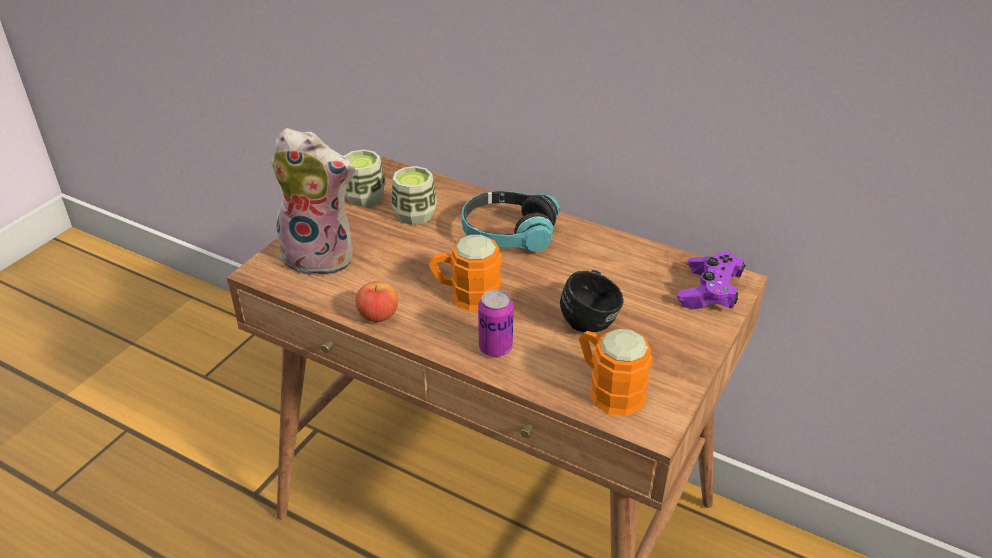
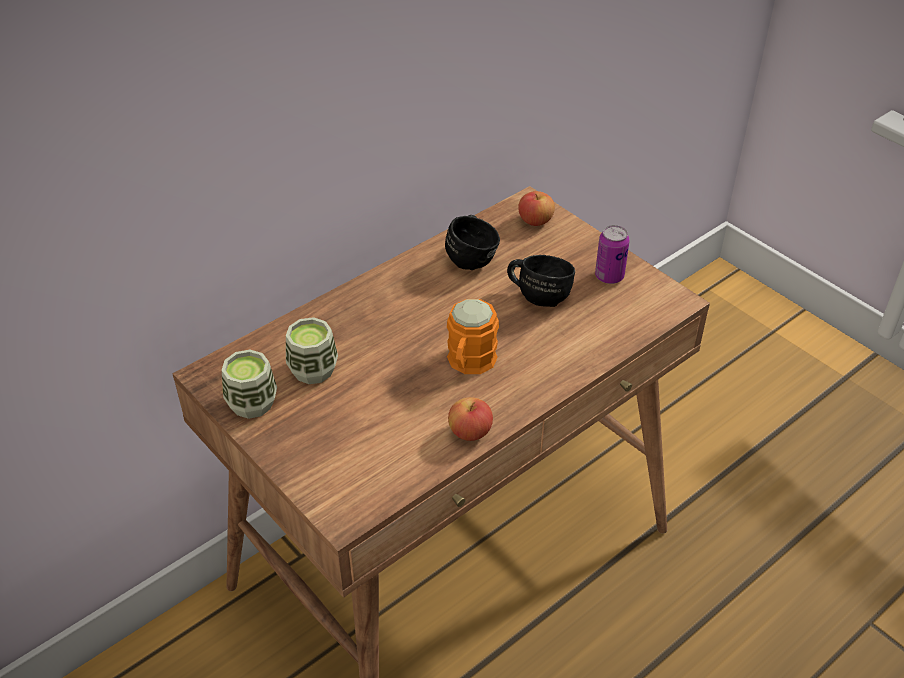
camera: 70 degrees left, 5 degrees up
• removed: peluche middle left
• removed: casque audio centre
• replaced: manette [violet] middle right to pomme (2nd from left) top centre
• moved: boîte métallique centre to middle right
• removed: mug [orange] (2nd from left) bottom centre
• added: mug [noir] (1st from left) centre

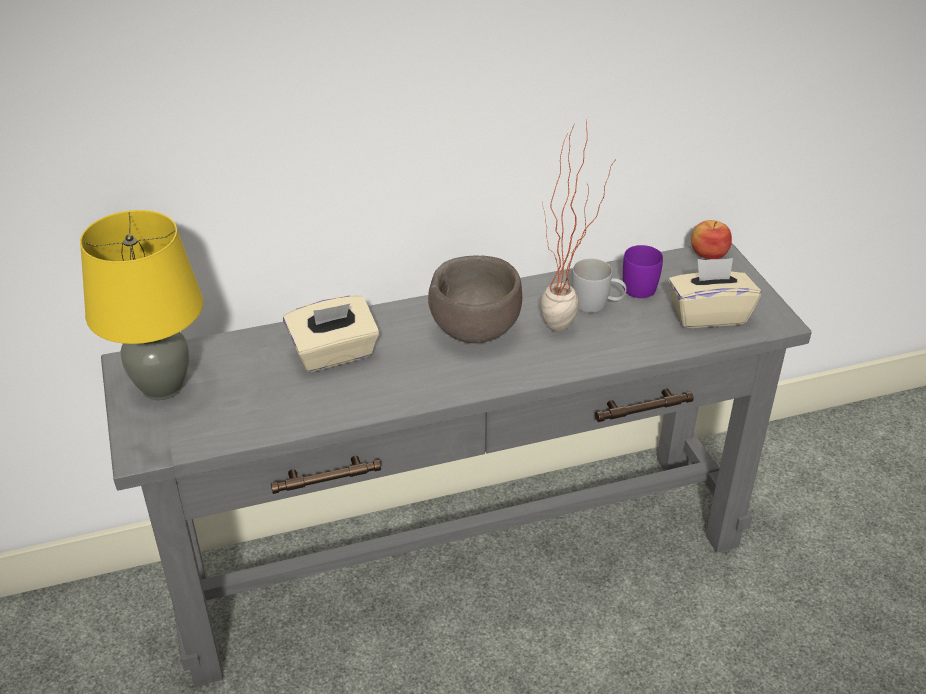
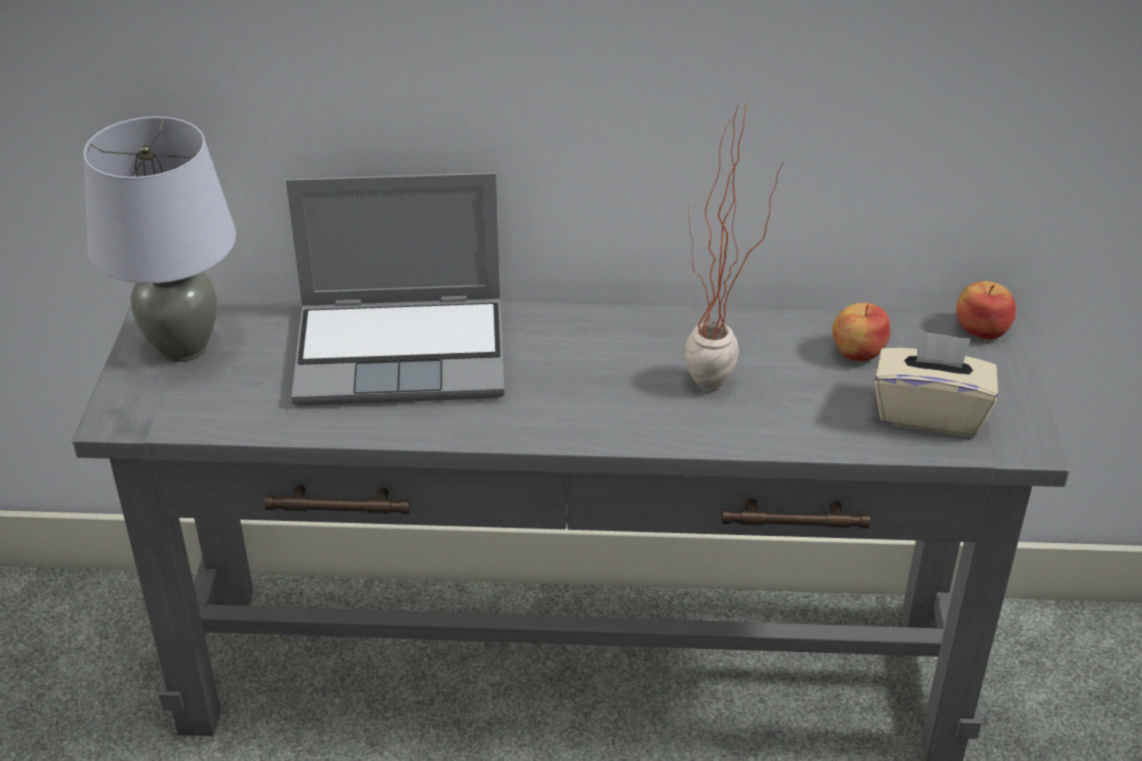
camera: 20 degrees right, 0 degrees up
• recoloured: lampe de table [jaune] middle left to lampe de table [gris] top left
• replaced: mug [violet] middle right to pomme (1st from left) middle right
• removed: bol [marron] centre
• removed: mug [blanc] centre
• replaced: boîte à mouchoirs [beige] (1st from left) centre to ordinateur portable centre

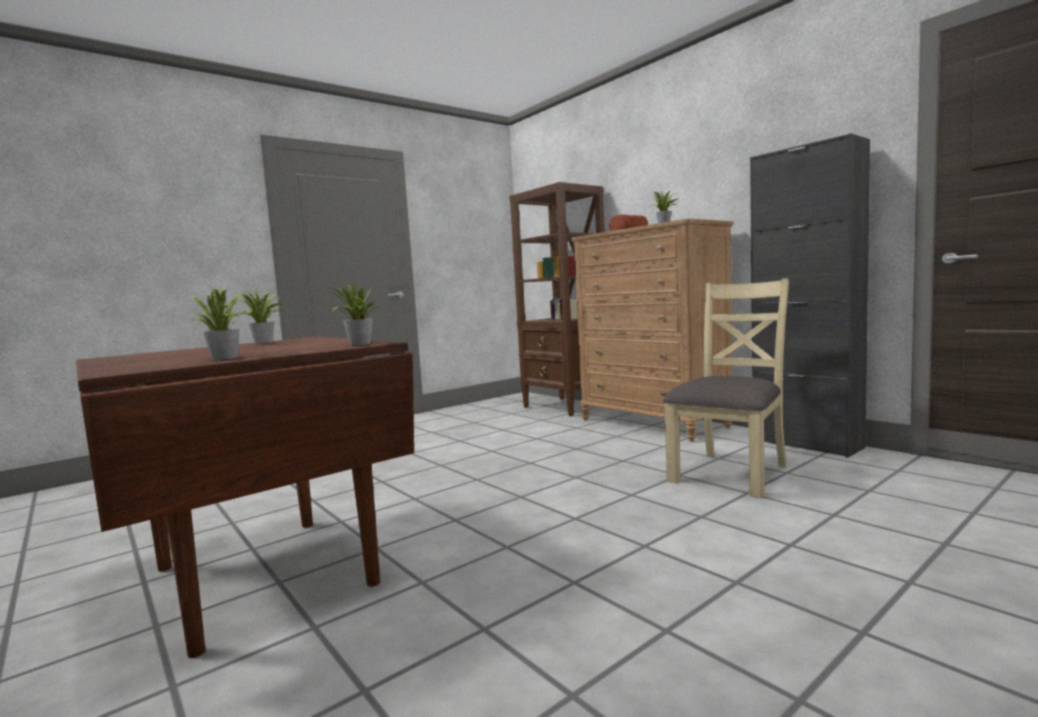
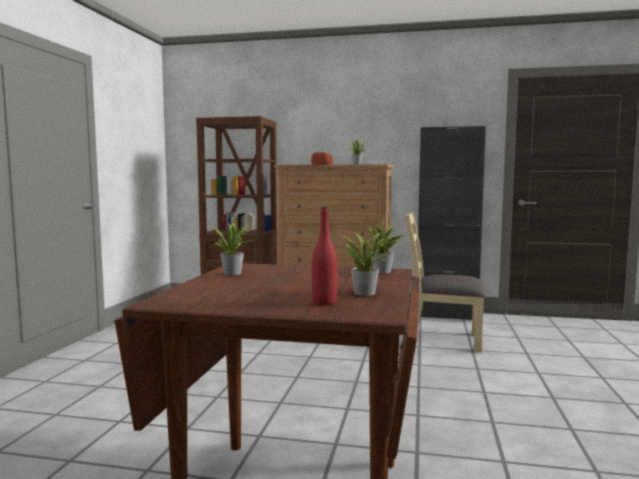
camera: 40 degrees left, 0 degrees up
• turned: chaise [beige] middle right = middle right 75 degrees counterclockwise
• added: bouteille [rouge] centre

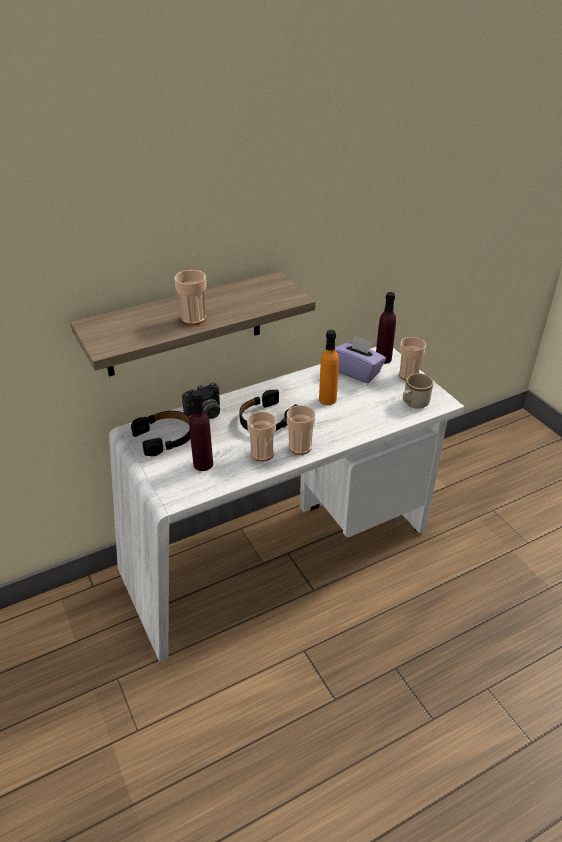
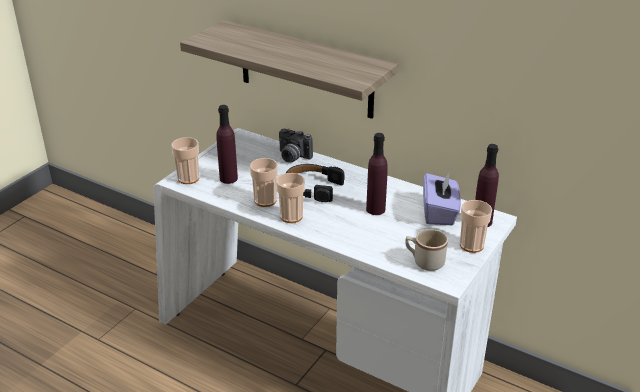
camera: 60 degrees right, 5 degrees down
• moved: tasse (1st from left) centre to middle left
• recoloured: bouteille [orange] centre to bouteille [violet] (2nd from left) centre
• removed: casque audio [noir] (1st from left) middle left

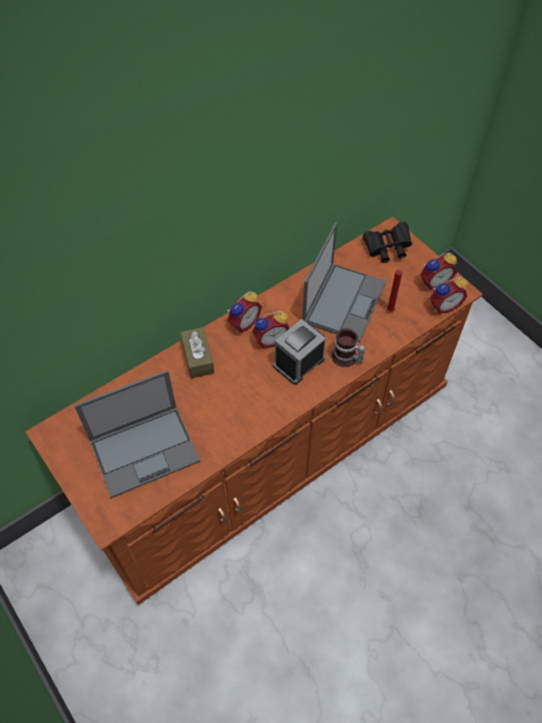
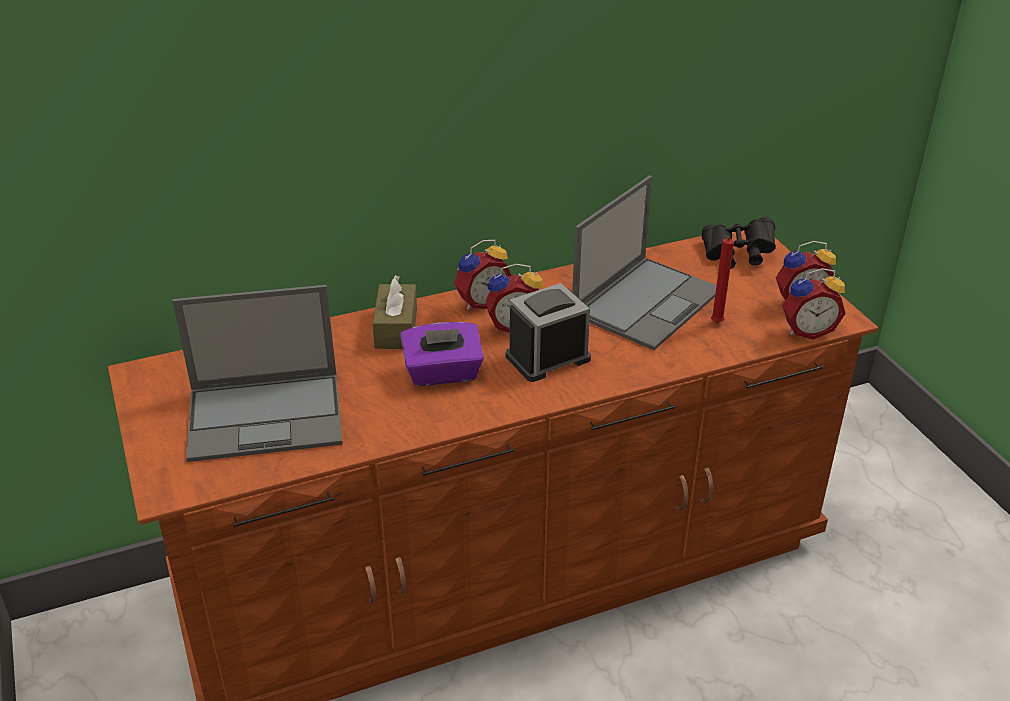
camera: 15 degrees right, 20 degrees down
• removed: mug centre
• added: boîte à mouchoirs [violet] centre

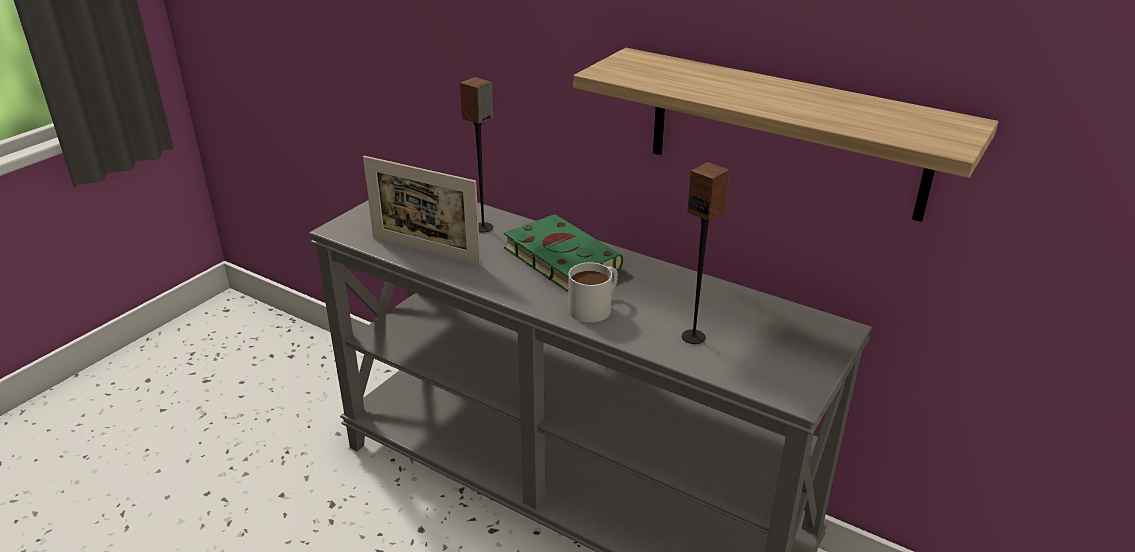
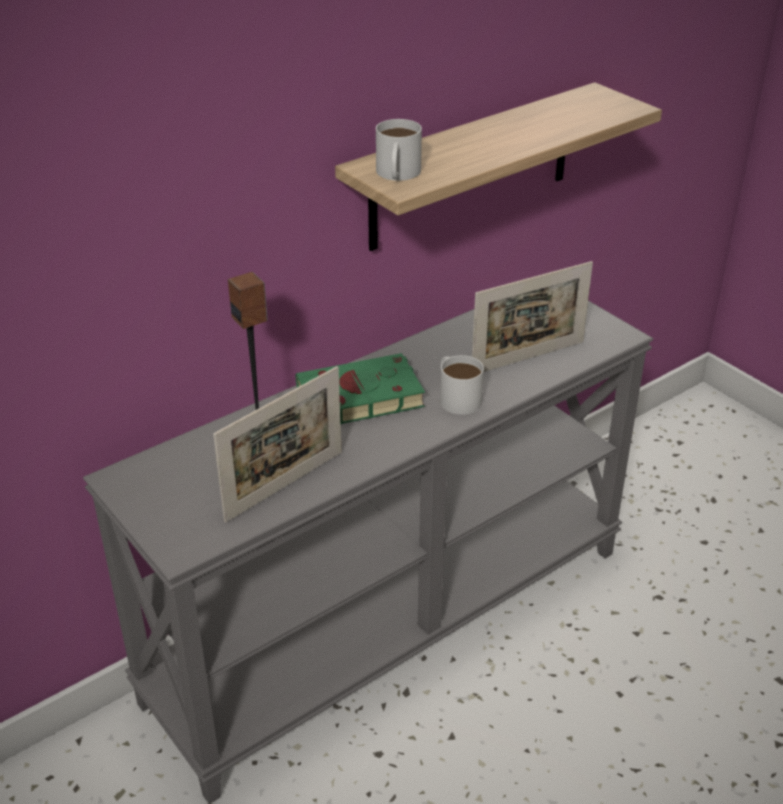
camera: 70 degrees left, 5 degrees up
• replaced: enceinte (2nd from left) centre to cadre photo (2nd from left) middle right
• added: mug [blanc] (1st from left) top centre

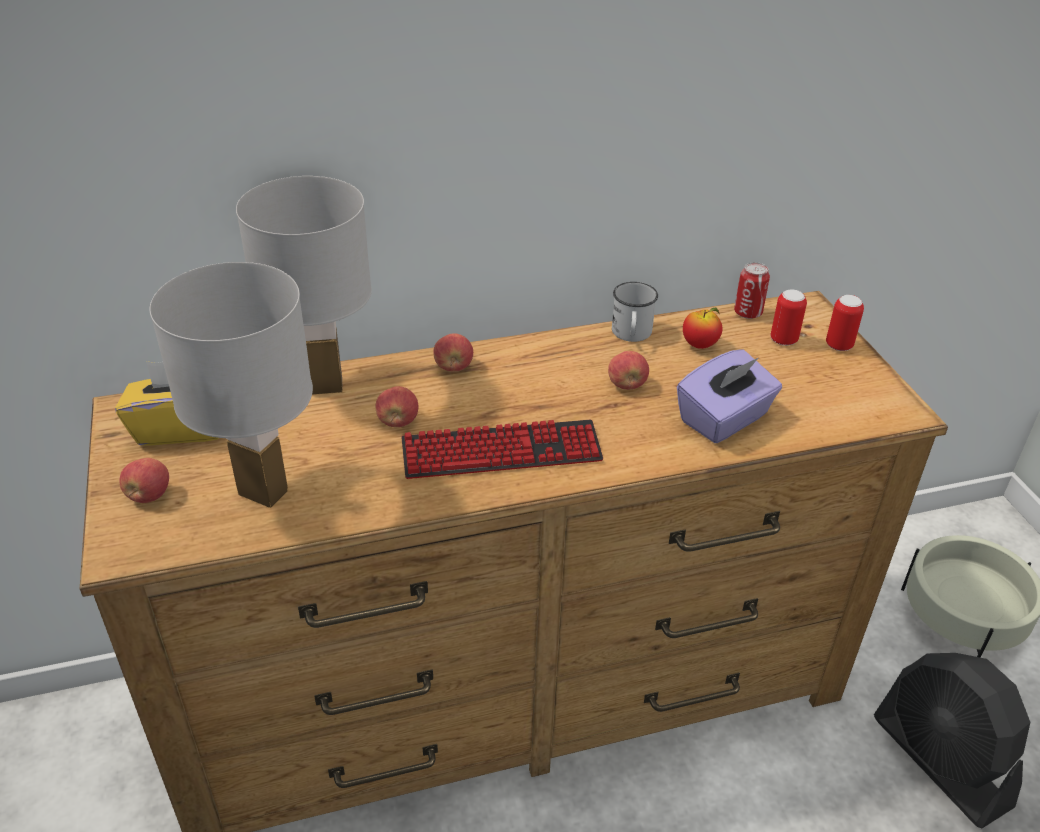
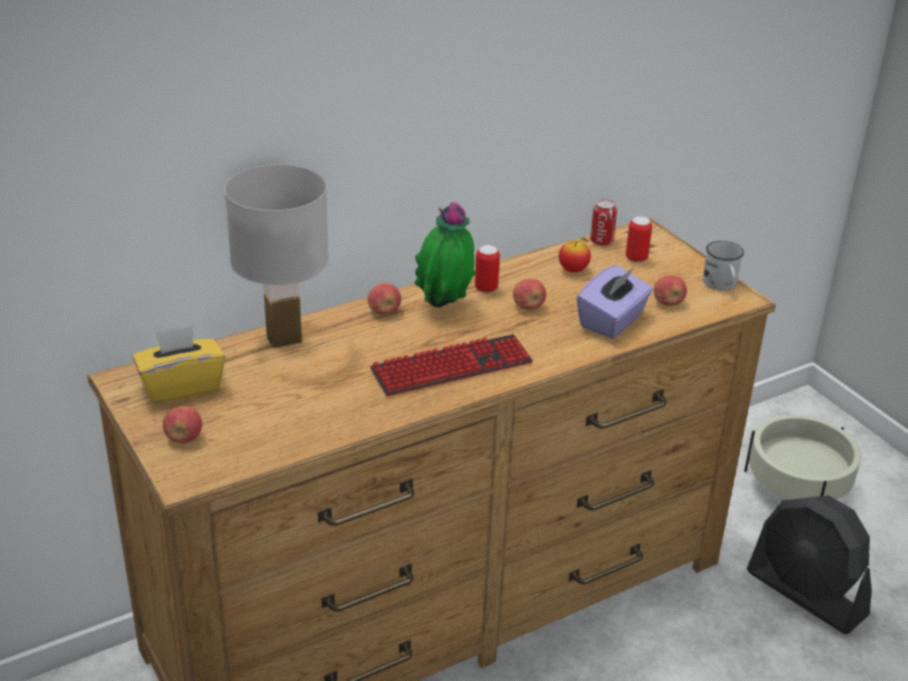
camera: 15 degrees left, 5 degrees down
• removed: lampe de table [blanc] (1st from left) middle left
• moved: mug [blanc] centre to middle right
• moved: boîte métallique (3rd from left in the first image) middle right to boîte métallique (1st from left) centre
• moved: pomme (2nd from left in the first image) centre to pomme (5th from left) middle right
• added: plante en pot centre

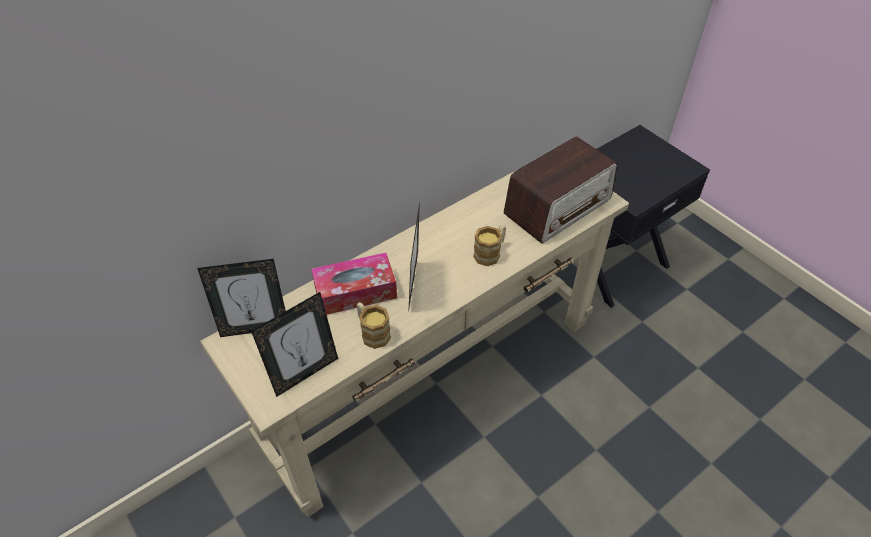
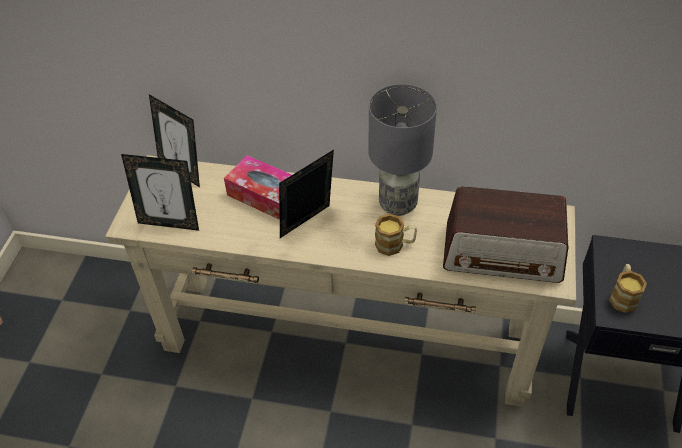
camera: 50 degrees right, 0 degrees up
• moved: mug (1st from left in the first image) centre to mug (2nd from left) middle right
• added: lampe de table [gris] centre

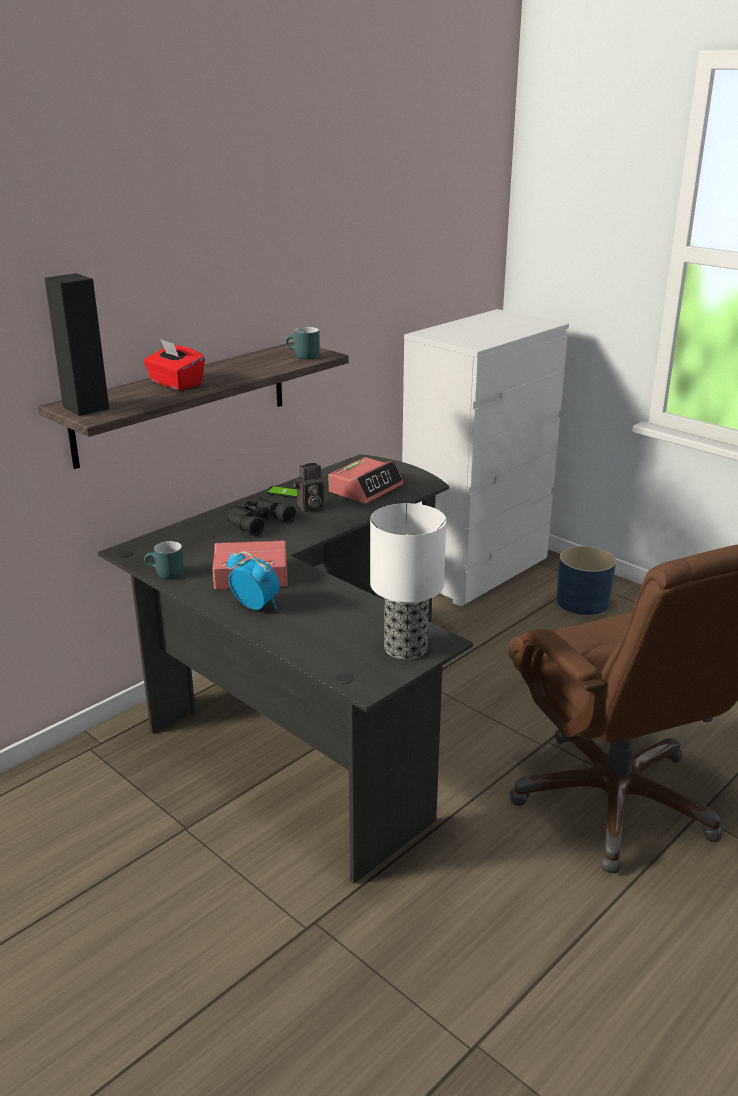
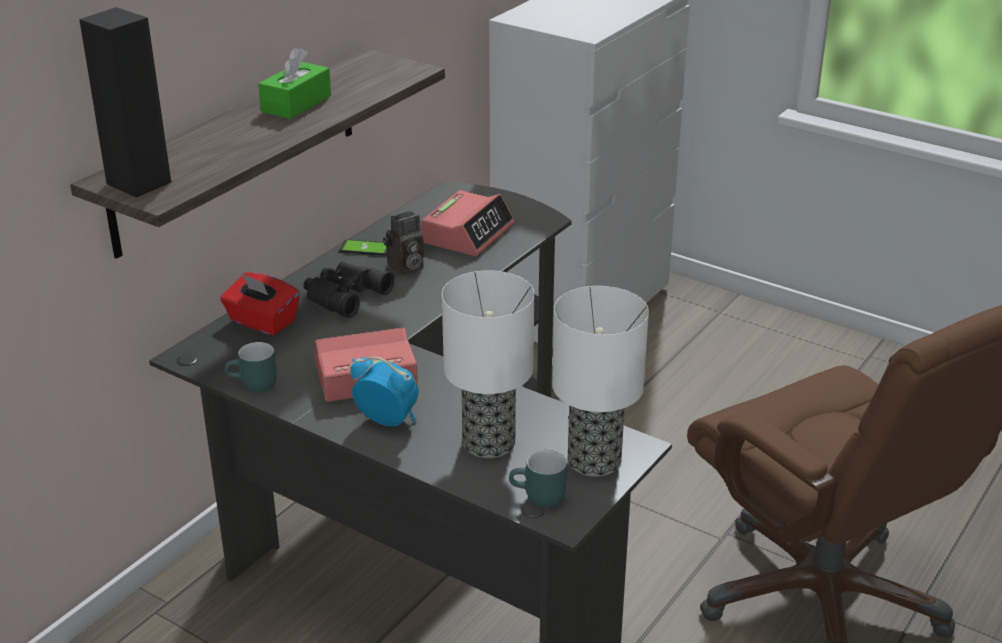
camera: 10 degrees left, 5 degrees up
• moved: mug [turquoise] (2nd from left) top centre to bottom centre
• moved: boîte à mouchoirs [rouge] top left to middle left
• removed: cache-pot [bleu] middle right
• added: boîte à mouchoirs [vert] top left
• added: lampe de table (1st from left) centre

